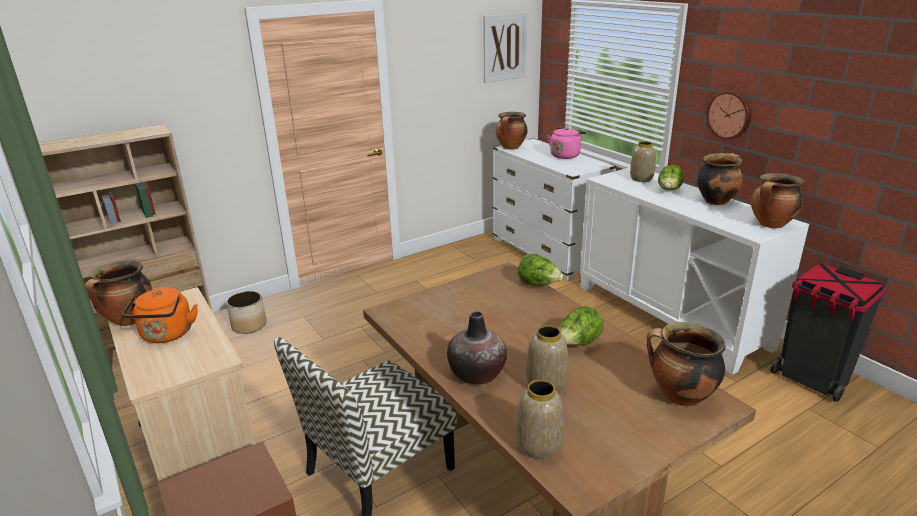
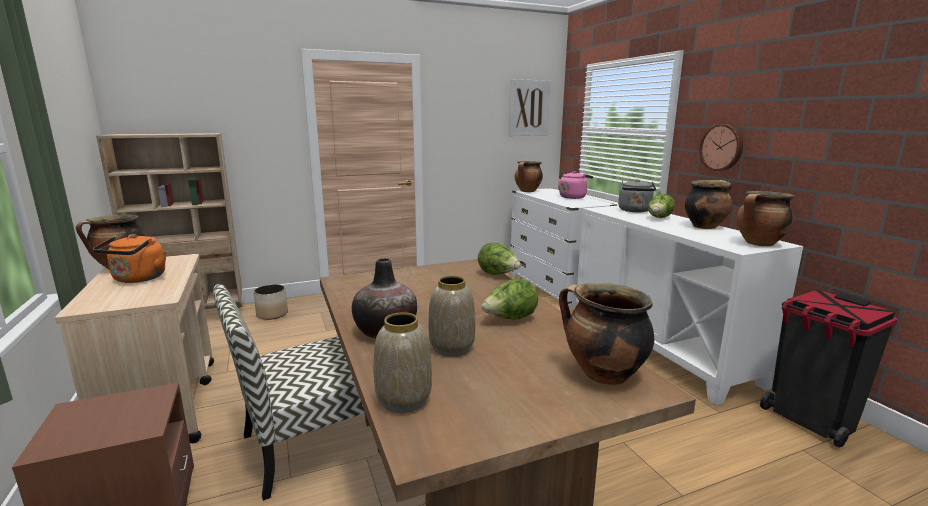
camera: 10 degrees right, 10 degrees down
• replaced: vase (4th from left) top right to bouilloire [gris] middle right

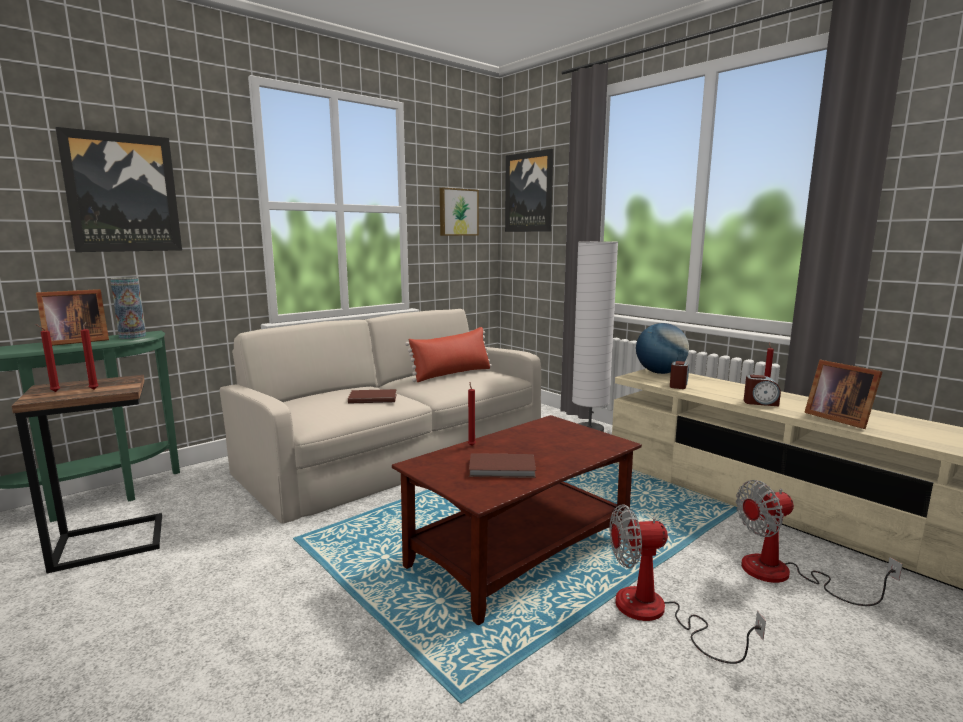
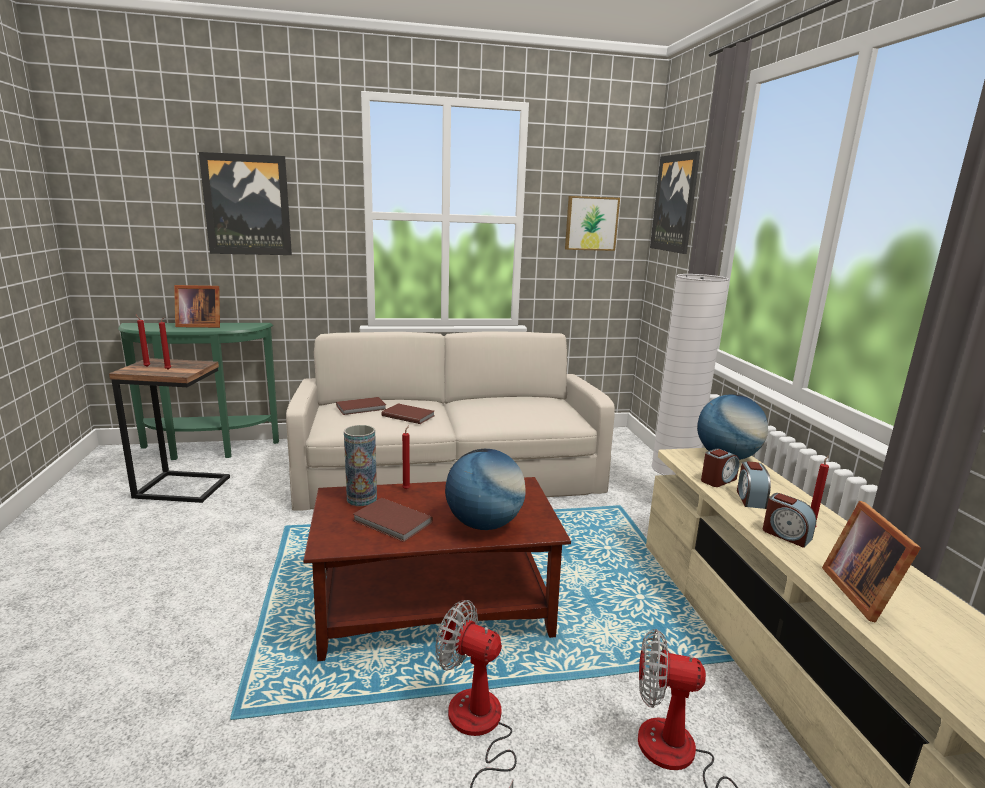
camera: 30 degrees right, 5 degrees up
• moved: vase middle left to centre
• removed: coussin [rouge] centre
• added: livre [marron] (1st from left) centre
• added: globe (1st from left) centre
• added: réveil (2nd from left) middle right

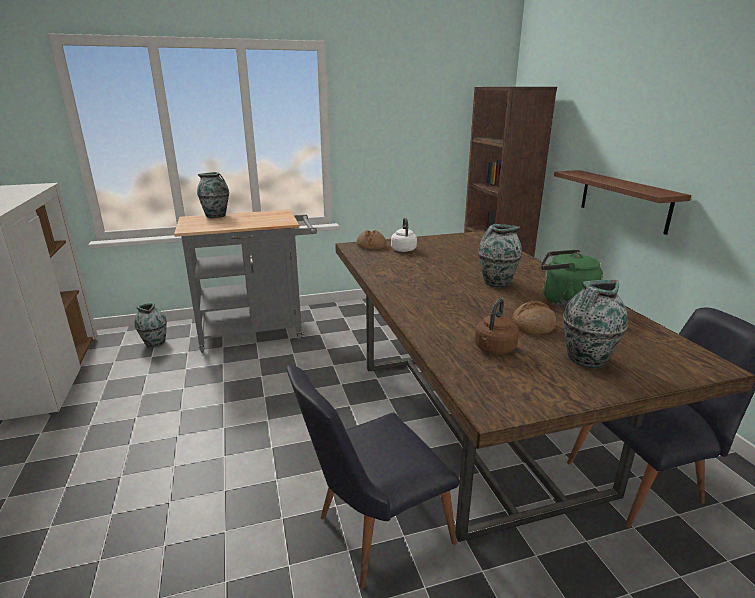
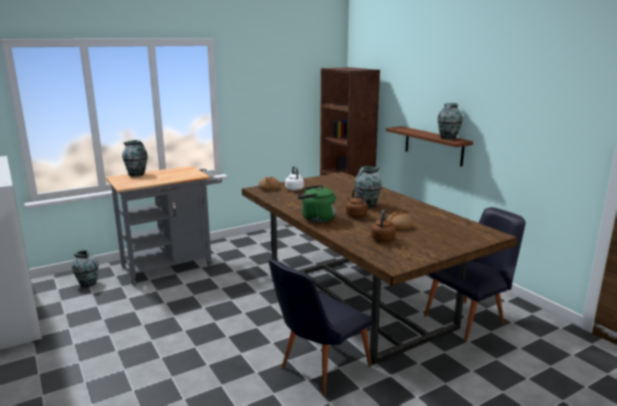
camera: 15 degrees left, 5 degrees down
• moved: bouilloire [vert] middle right to centre
• moved: vase (4th from left) middle right to top right
• added: bouilloire [marron] (1st from left) centre

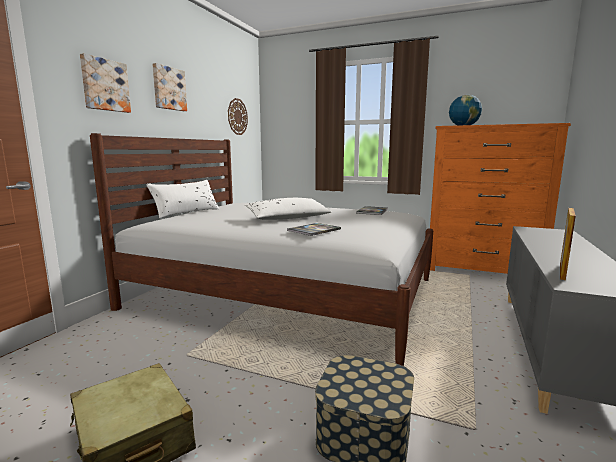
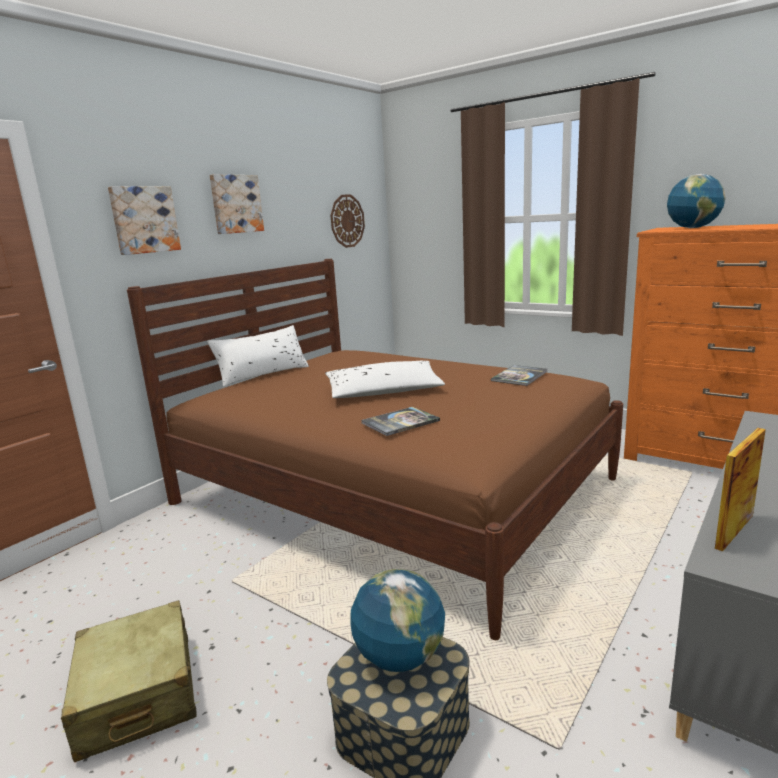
camera: 15 degrees right, 5 degrees up
• recoloured: lit [blanc] centre to lit [marron] centre
• added: globe (1st from left) bottom centre

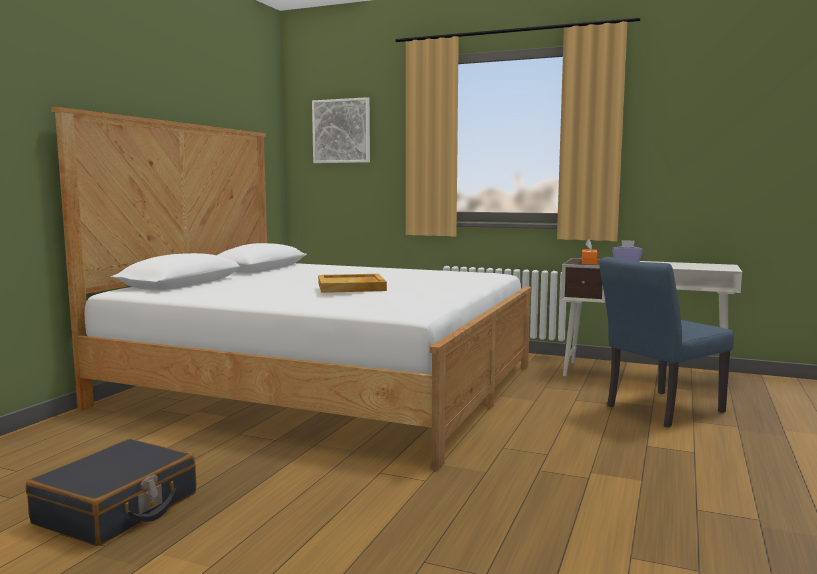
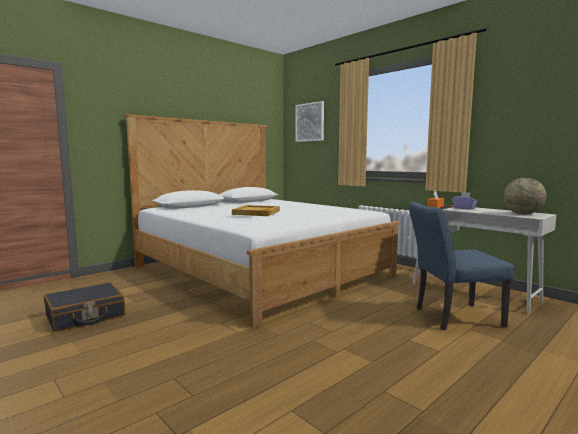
camera: 25 degrees right, 0 degrees up
• added: globe middle right

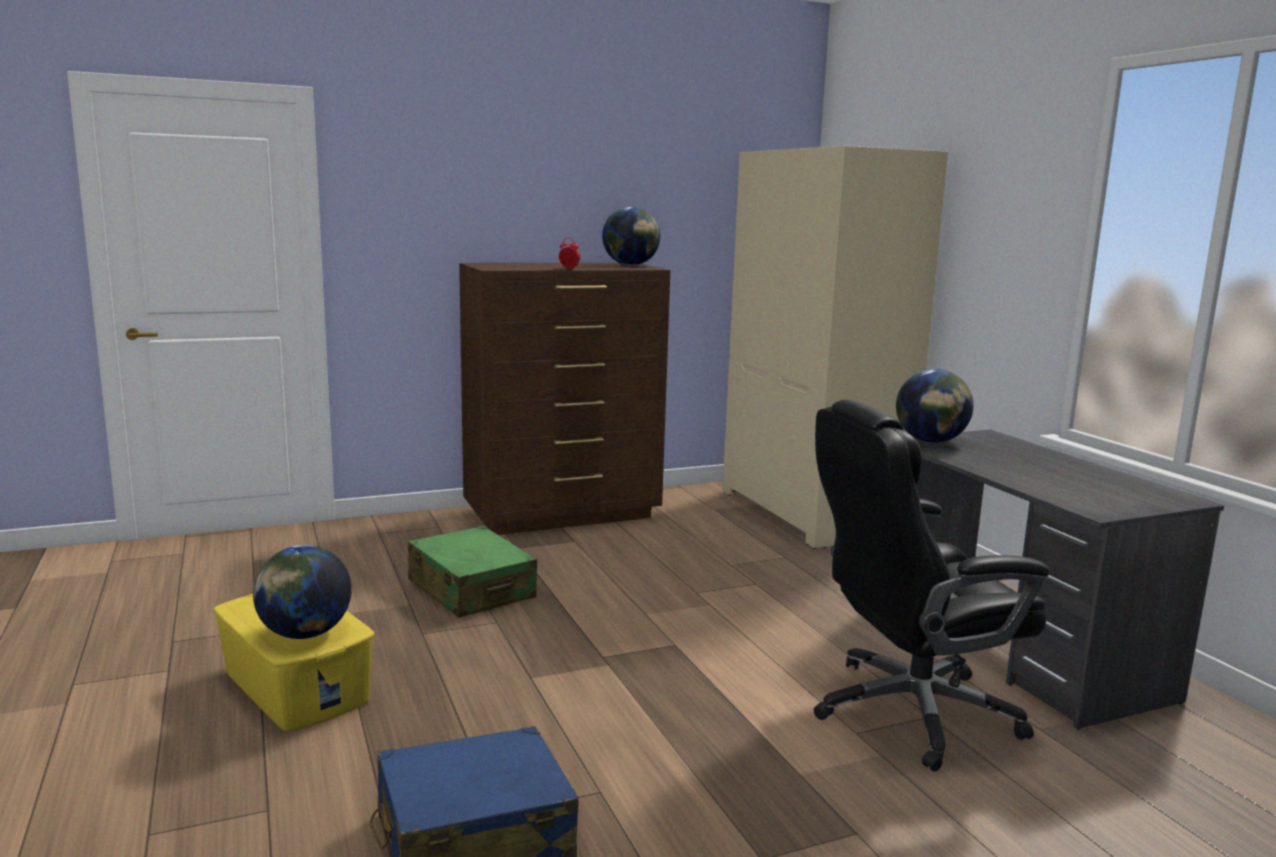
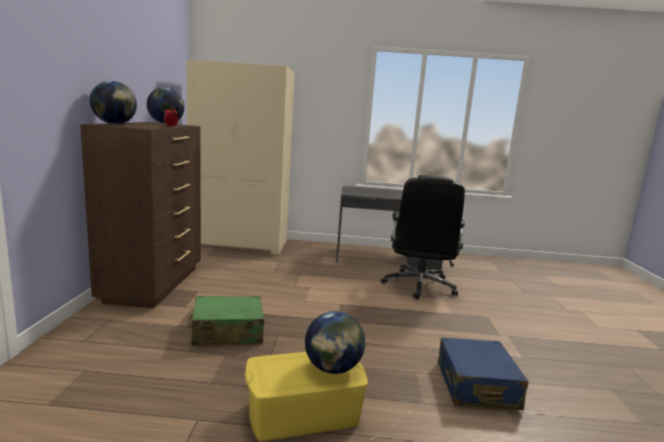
camera: 65 degrees left, 0 degrees up
• moved: globe (3rd from left in the first image) middle right to globe (1st from left) top left

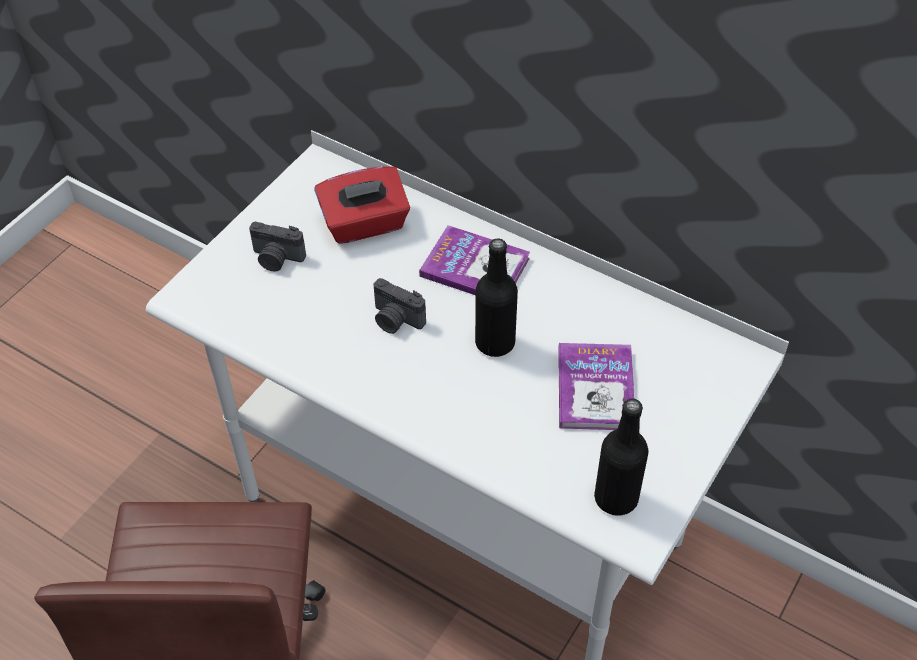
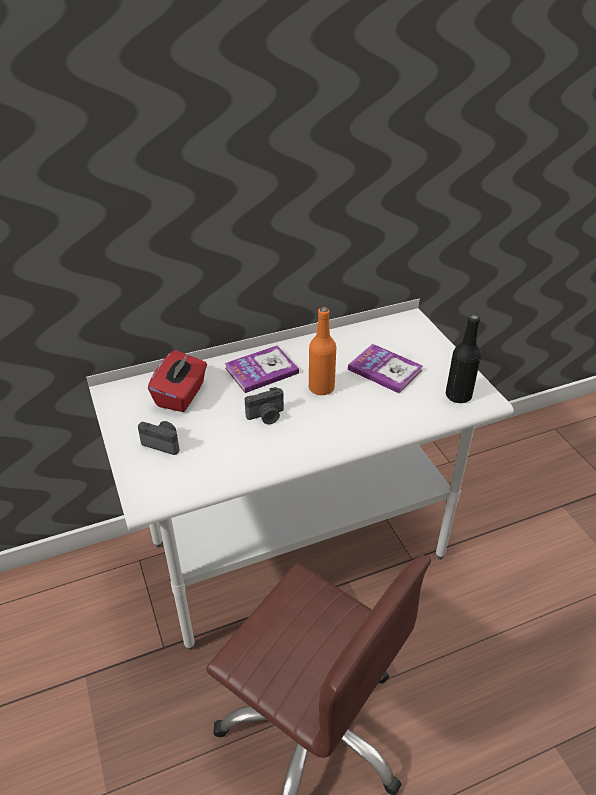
camera: 55 degrees left, 10 degrees down
• turned: appareil photo (1st from left) middle left = middle left 120 degrees counterclockwise
• recoloured: bouteille [noir] (1st from left) centre to bouteille [orange] centre

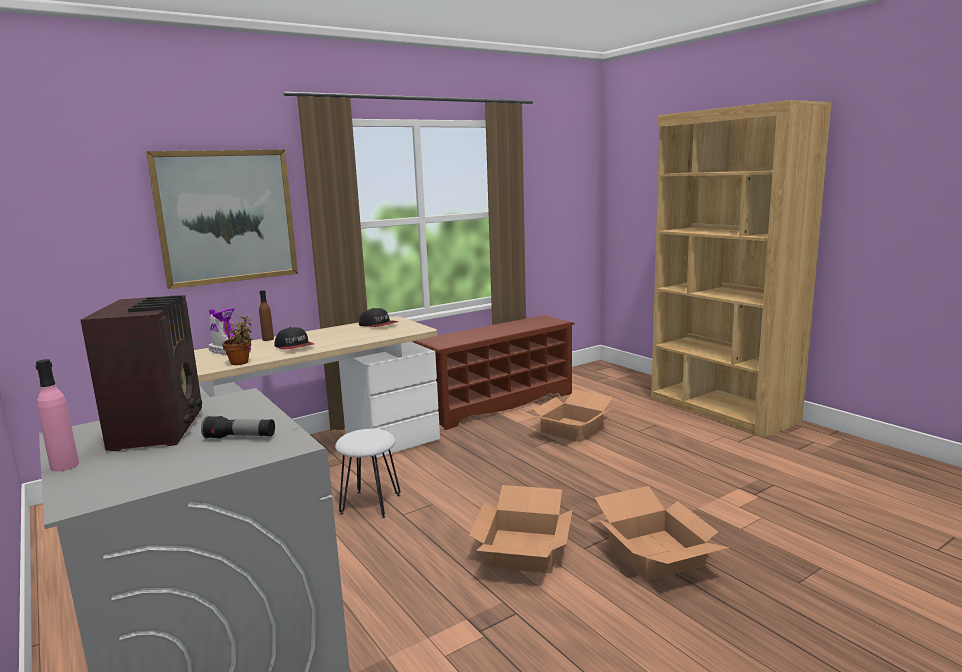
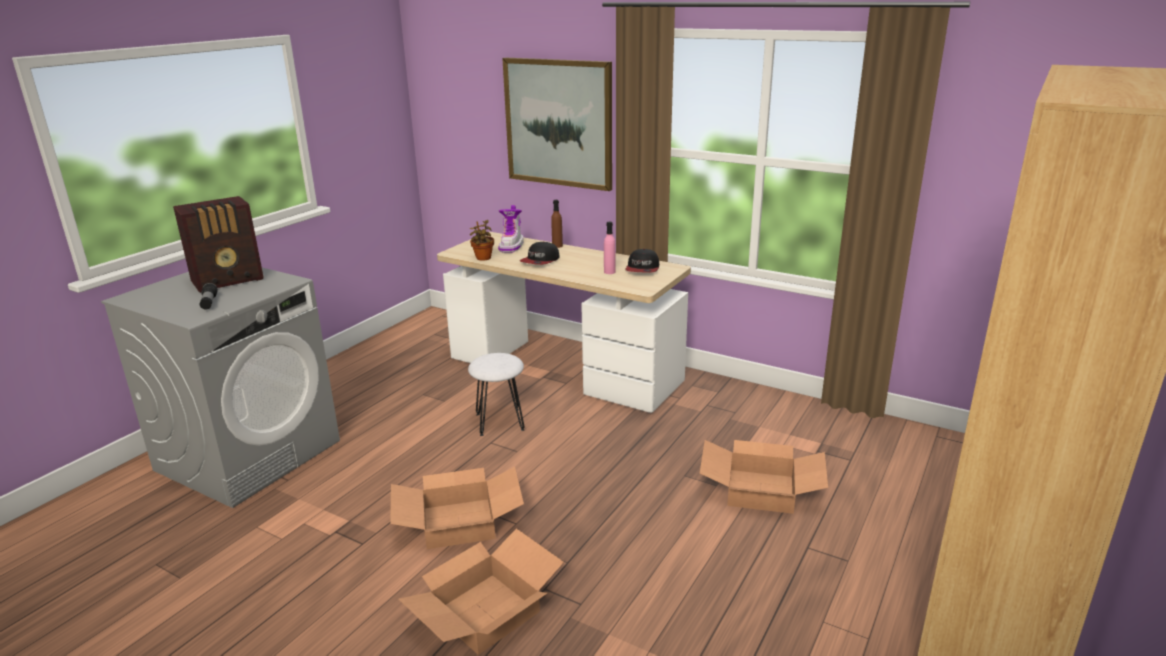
camera: 65 degrees right, 10 degrees up
• removed: étagère à chaussures [marron] centre
• moved: bouteille [rose] middle left to centre

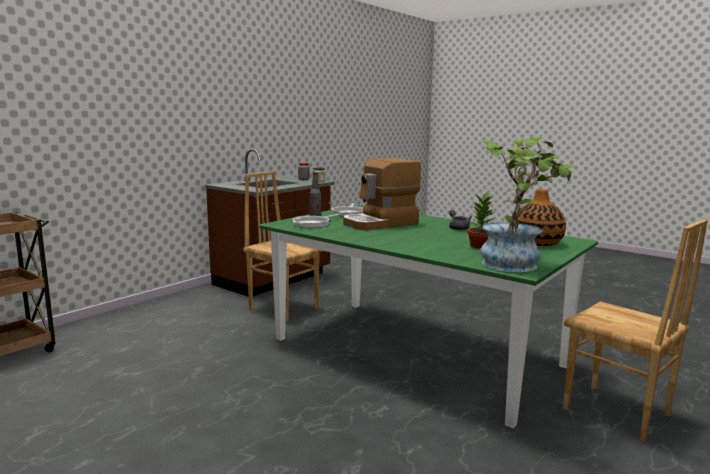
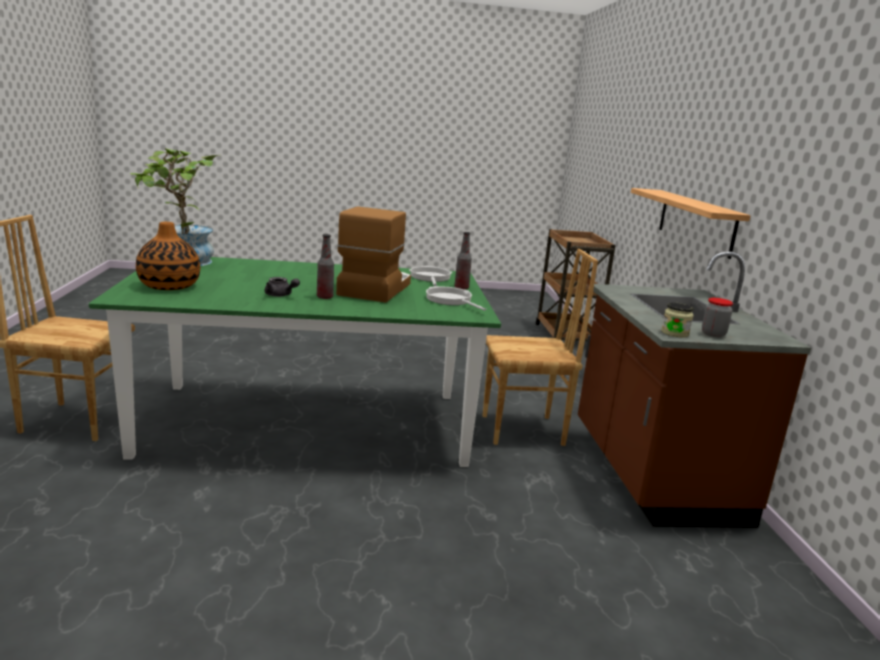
camera: 135 degrees right, 5 degrees up
• removed: plante en pot (1st from left) middle right
• added: étagère middle right
• added: bouteille (1st from left) centre

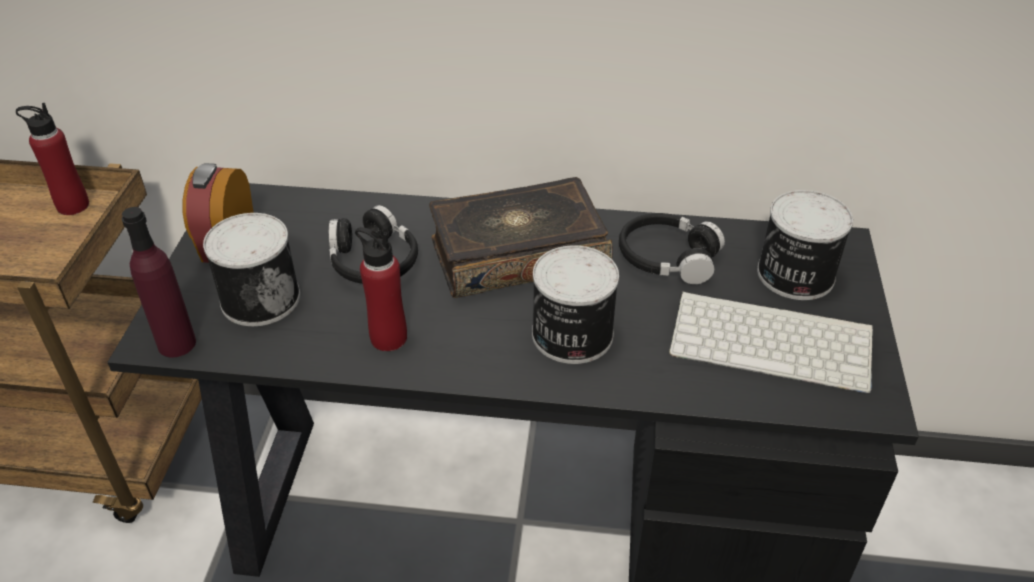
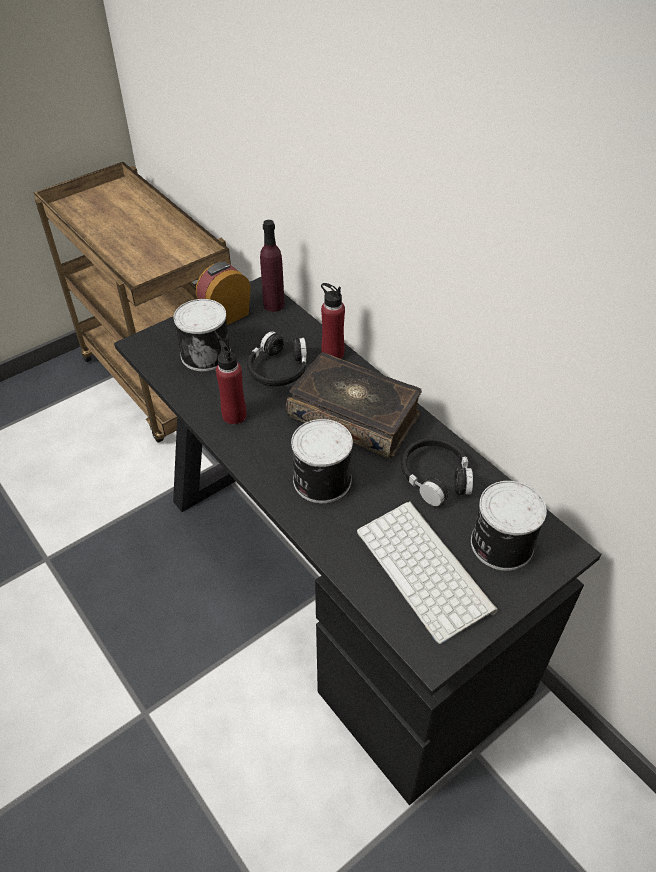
camera: 45 degrees right, 5 degrees up
• moved: bouteille [rouge] (1st from left in the first image) top left to bouteille [rouge] (2nd from left) centre
• moved: bouteille [violet] middle left to top centre

